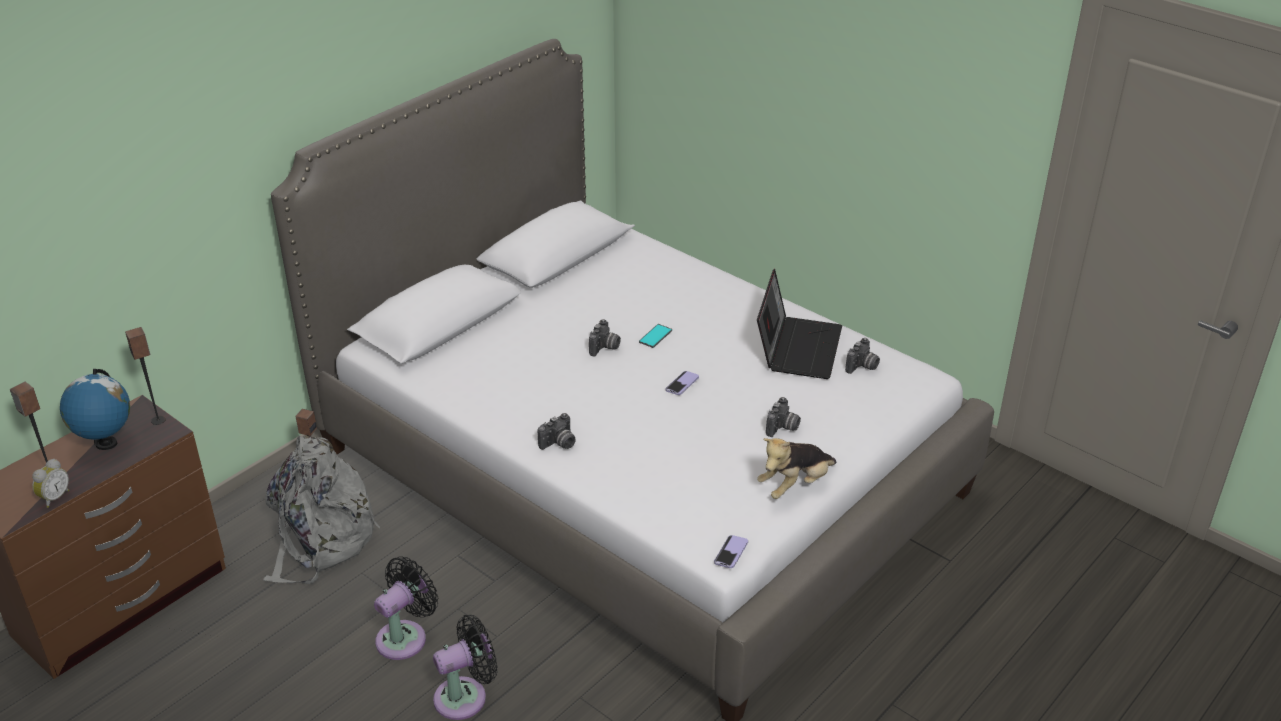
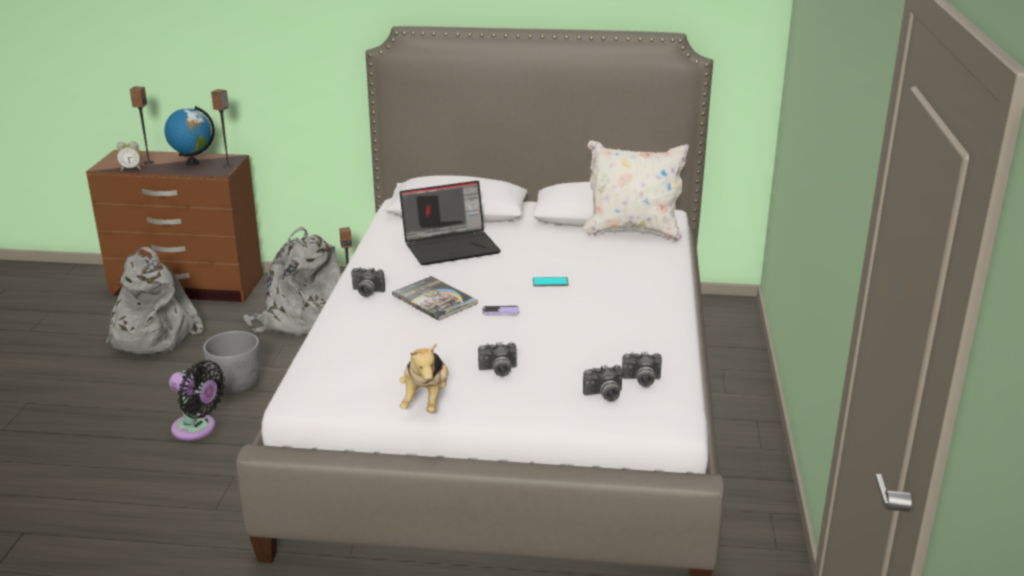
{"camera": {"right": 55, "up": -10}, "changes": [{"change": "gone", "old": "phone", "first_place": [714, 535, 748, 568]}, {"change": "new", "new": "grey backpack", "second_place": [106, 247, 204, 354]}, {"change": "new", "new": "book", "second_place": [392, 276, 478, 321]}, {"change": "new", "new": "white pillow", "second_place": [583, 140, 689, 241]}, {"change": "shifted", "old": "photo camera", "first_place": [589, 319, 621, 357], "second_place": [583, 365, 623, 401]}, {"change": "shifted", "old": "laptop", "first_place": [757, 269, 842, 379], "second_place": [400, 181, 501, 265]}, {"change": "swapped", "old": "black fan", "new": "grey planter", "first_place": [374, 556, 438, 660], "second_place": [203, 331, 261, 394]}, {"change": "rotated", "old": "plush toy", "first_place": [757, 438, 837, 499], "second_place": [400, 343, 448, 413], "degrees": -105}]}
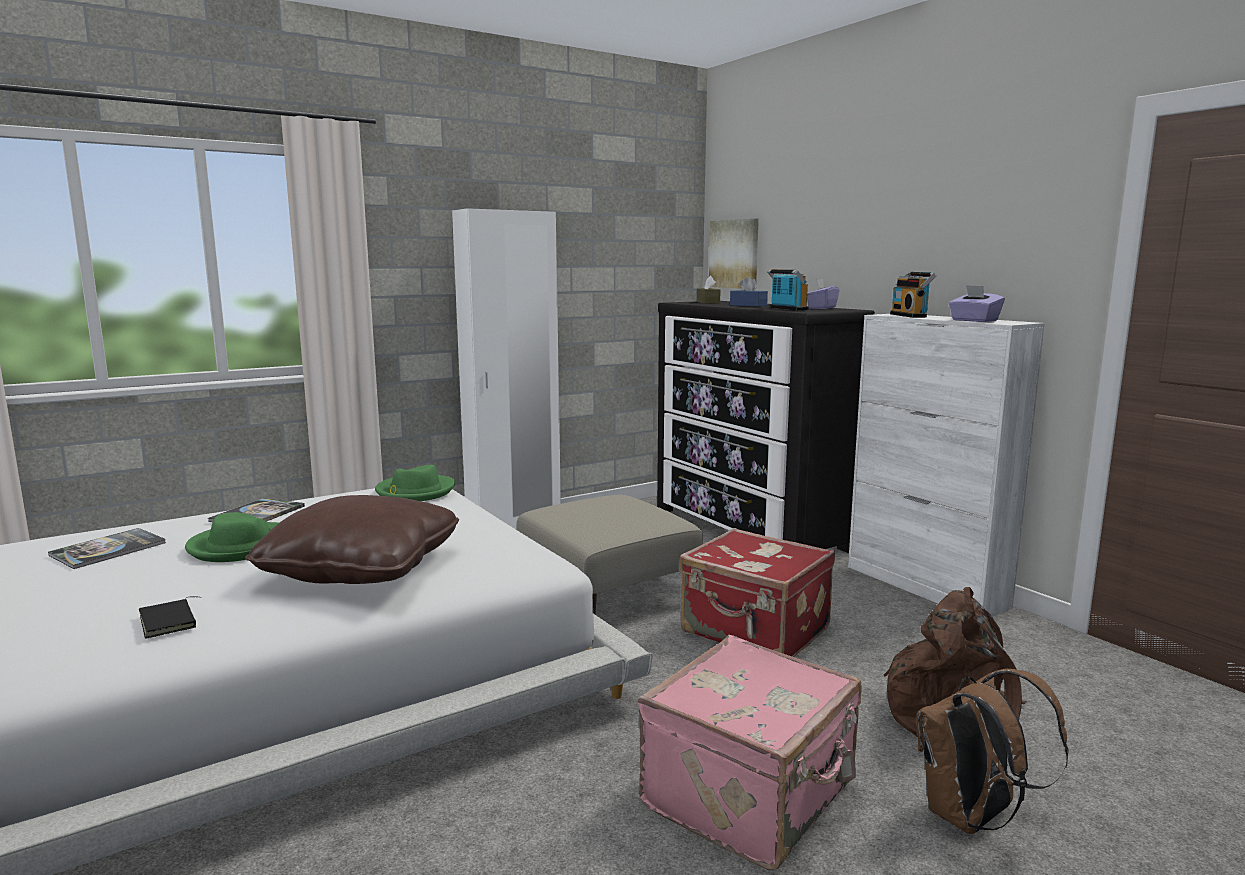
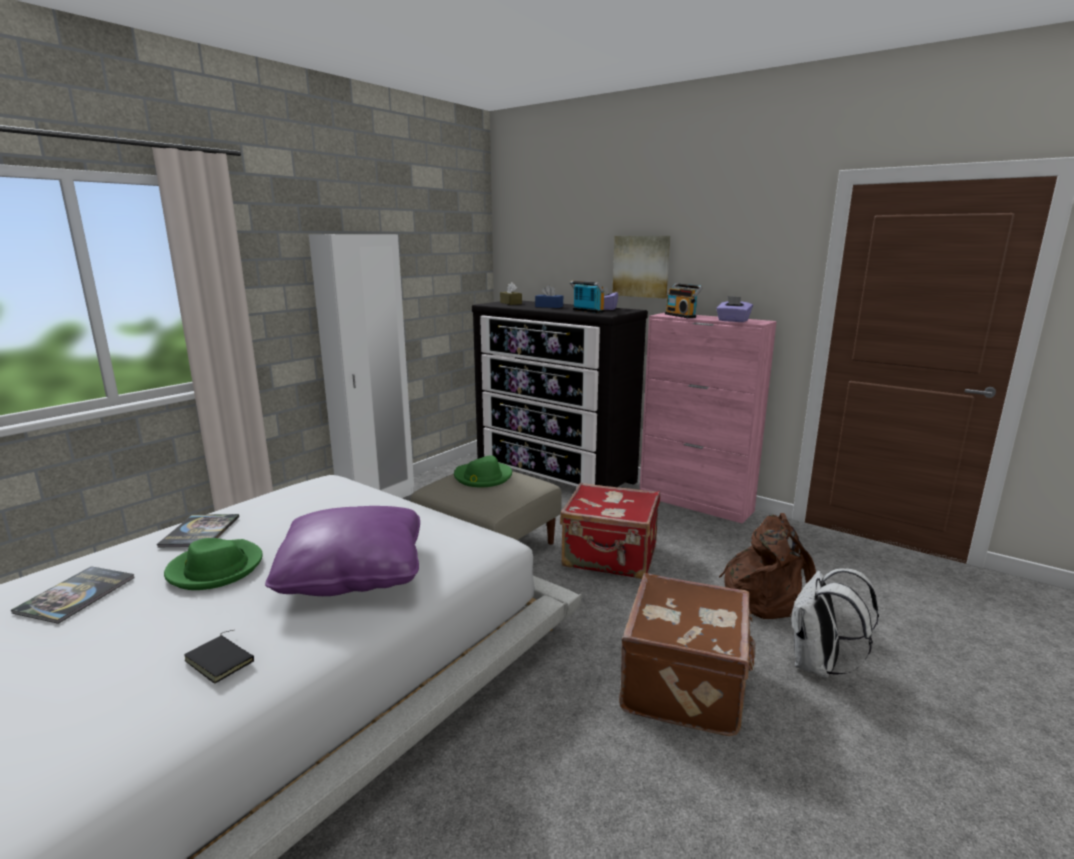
{"camera": {"right": -20, "up": 5}, "changes": [{"change": "shifted", "old": "green hat", "first_place": [375, 465, 455, 501], "second_place": [454, 456, 512, 487]}, {"change": "shifted", "old": "picture", "first_place": [709, 218, 759, 288], "second_place": [613, 236, 670, 298]}, {"change": "repainted", "old": "brown pillow", "new": "purple pillow", "first_place": [245, 495, 459, 584], "second_place": [265, 506, 420, 596]}, {"change": "repainted", "old": "pink suitcase", "new": "brown suitcase", "first_place": [638, 635, 862, 870], "second_place": [619, 573, 756, 736]}, {"change": "repainted", "old": "white cabinet", "new": "pink cabinet", "first_place": [848, 314, 1045, 617], "second_place": [640, 313, 777, 524]}, {"change": "repainted", "old": "brown backpack", "new": "white backpack", "first_place": [916, 669, 1069, 834], "second_place": [790, 568, 879, 678]}]}
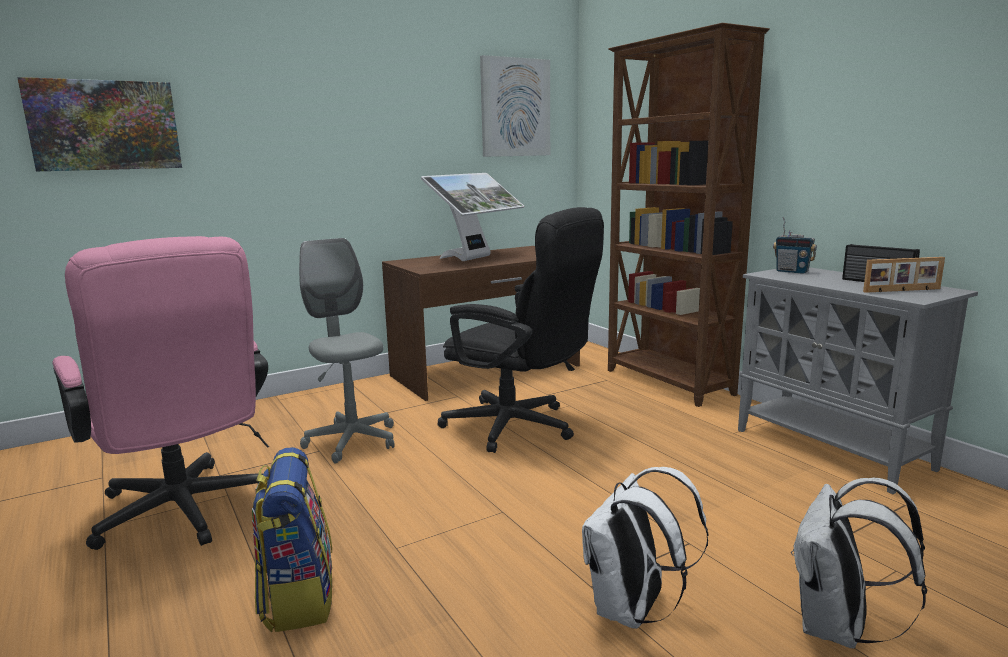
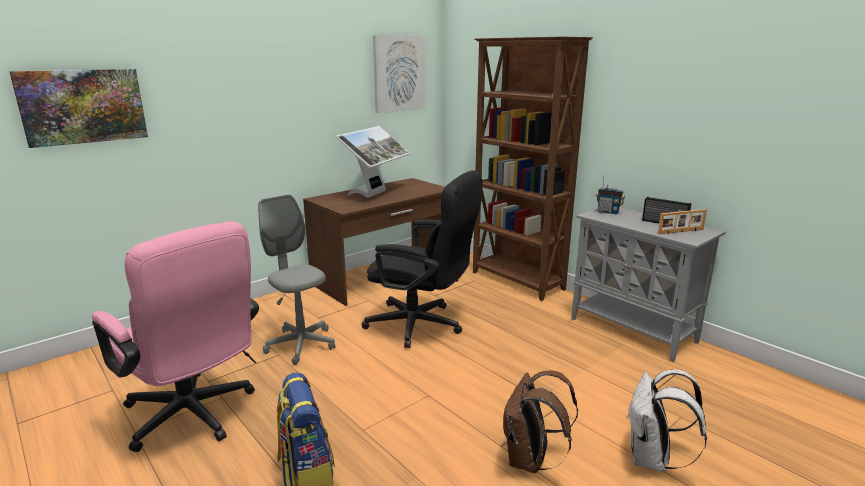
{"camera": {"right": -10, "up": 5}, "changes": [{"change": "repainted", "old": "white backpack", "new": "brown backpack", "first_place": [582, 467, 708, 629], "second_place": [503, 370, 578, 473]}]}
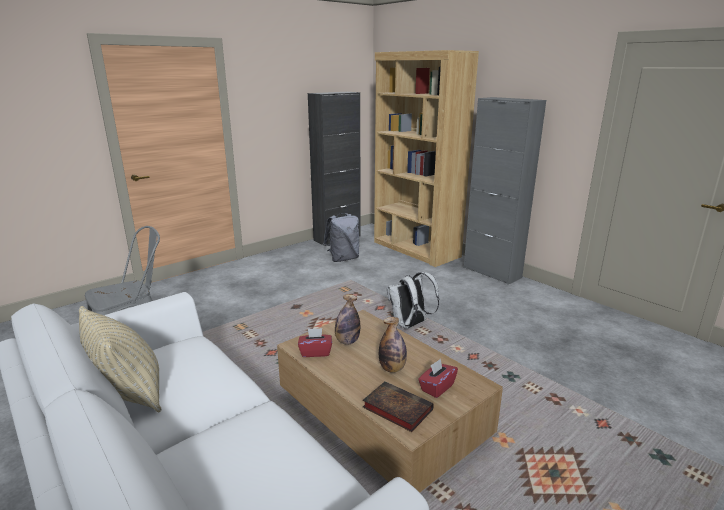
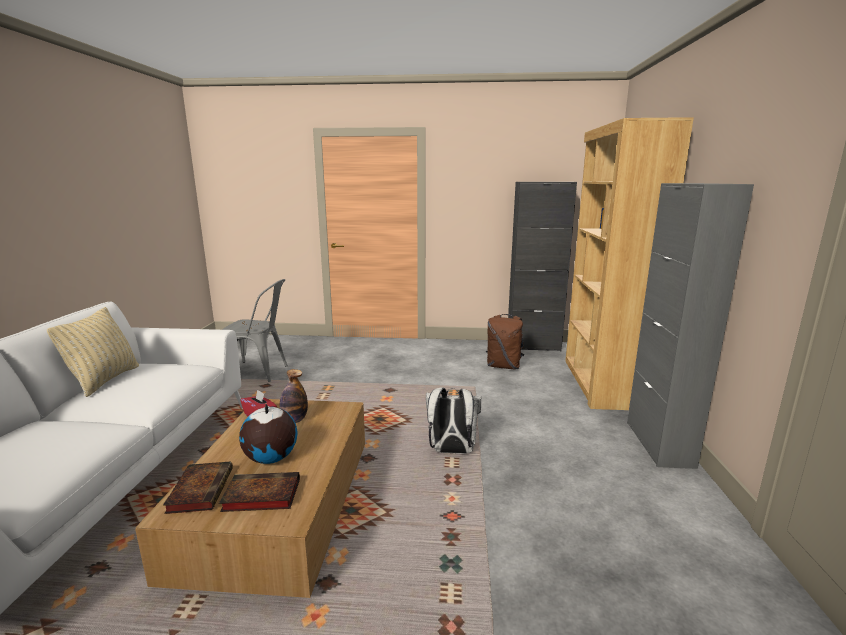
{"camera": {"right": 45, "up": -5}, "changes": [{"change": "swapped", "old": "bottle", "new": "globe", "first_place": [379, 317, 407, 373], "second_place": [239, 403, 298, 464]}, {"change": "swapped", "old": "red tissue box", "new": "book", "first_place": [418, 359, 458, 398], "second_place": [219, 472, 300, 512]}, {"change": "repainted", "old": "grey backpack", "new": "brown backpack", "first_place": [323, 213, 359, 262], "second_place": [486, 314, 525, 369]}]}
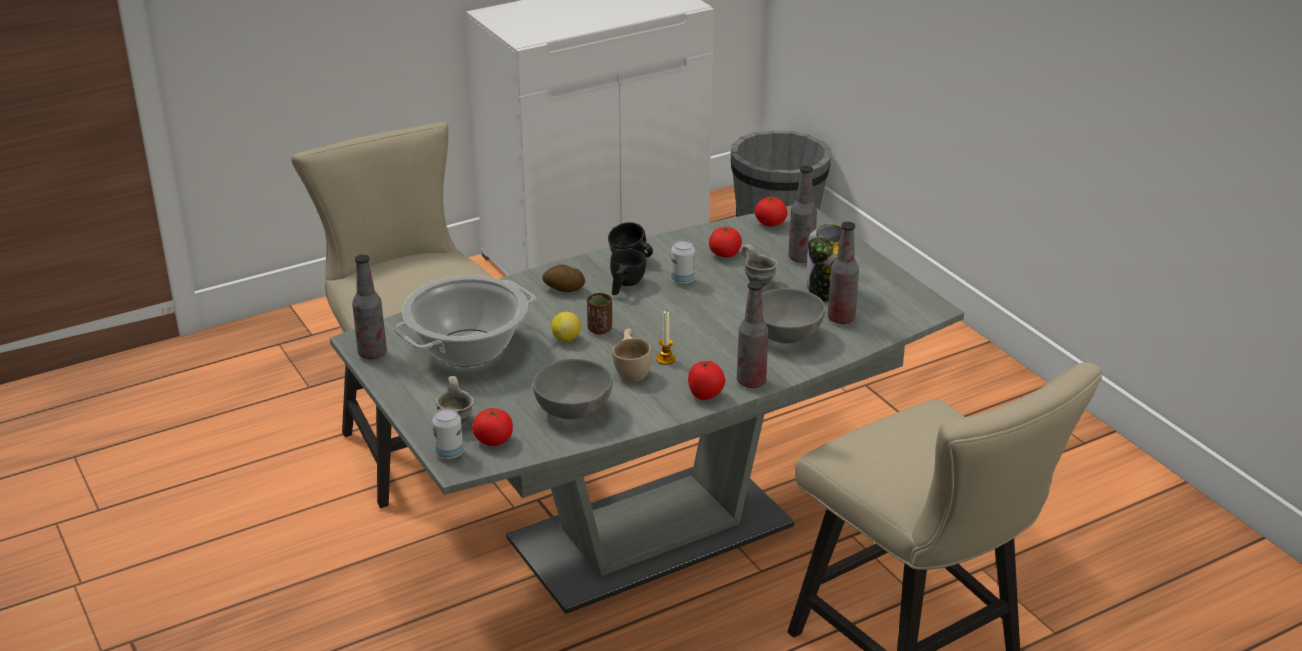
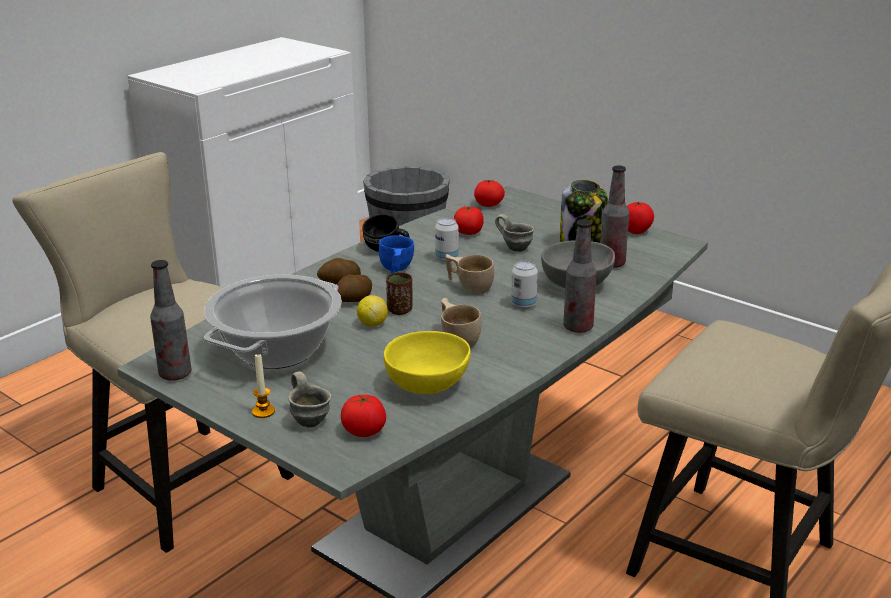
{"camera": {"right": -20, "up": -5}, "changes": [{"change": "gone", "old": "bottle", "first_place": [788, 165, 817, 263]}, {"change": "new", "new": "potato", "second_place": [337, 274, 372, 302]}, {"change": "new", "new": "beige cup", "second_place": [446, 254, 494, 295]}, {"change": "shifted", "old": "can", "first_place": [433, 408, 463, 460], "second_place": [511, 261, 538, 309]}, {"change": "shifted", "old": "candle", "first_place": [656, 311, 676, 365], "second_place": [252, 354, 275, 418]}, {"change": "shifted", "old": "tomato", "first_place": [688, 361, 725, 400], "second_place": [627, 202, 654, 234]}, {"change": "repainted", "old": "grey bowl", "new": "yellow bowl", "first_place": [533, 359, 612, 419], "second_place": [384, 331, 471, 394]}, {"change": "repainted", "old": "black cup", "new": "blue cup", "first_place": [610, 249, 646, 295], "second_place": [379, 235, 414, 274]}]}
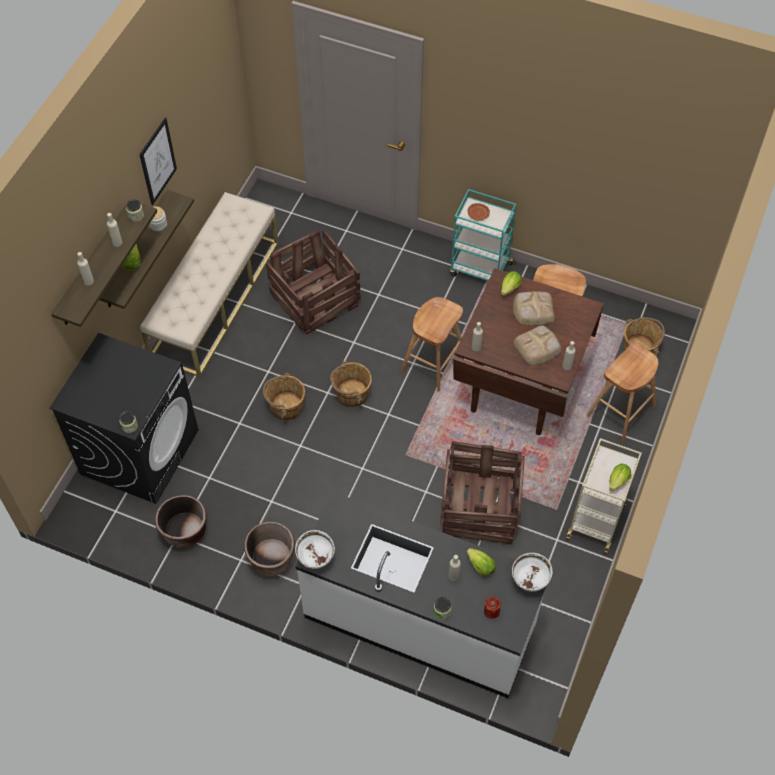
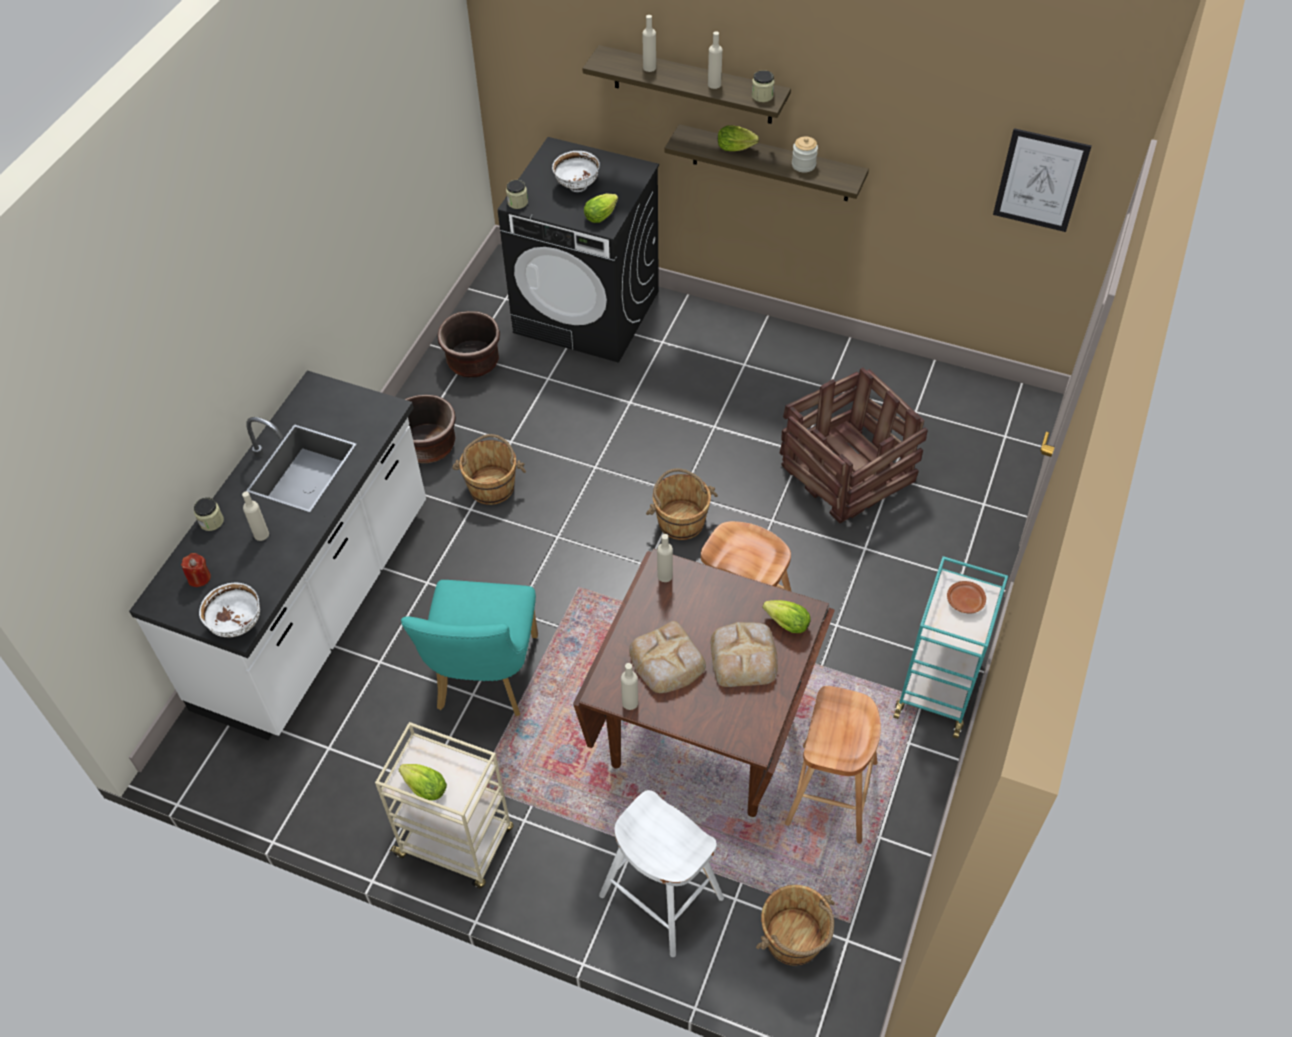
{"camera": {"right": 90, "up": -5}, "changes": [{"change": "gone", "old": "beige bench", "first_place": [140, 192, 279, 377]}, {"change": "shifted", "old": "picture", "first_place": [139, 118, 177, 205], "second_place": [993, 128, 1091, 232]}, {"change": "shifted", "old": "brown bucket", "first_place": [263, 373, 305, 420], "second_place": [452, 434, 526, 505]}, {"change": "shifted", "old": "white bowl", "first_place": [295, 530, 335, 569], "second_place": [552, 151, 600, 192]}, {"change": "shifted", "old": "lettuce", "first_place": [467, 548, 495, 576], "second_place": [584, 194, 618, 223]}, {"change": "swapped", "old": "crate", "new": "turquoise chair", "first_place": [440, 441, 525, 544], "second_place": [401, 580, 538, 716]}, {"change": "repainted", "old": "brown stool", "new": "white stool", "first_place": [587, 342, 658, 442], "second_place": [599, 790, 724, 957]}]}
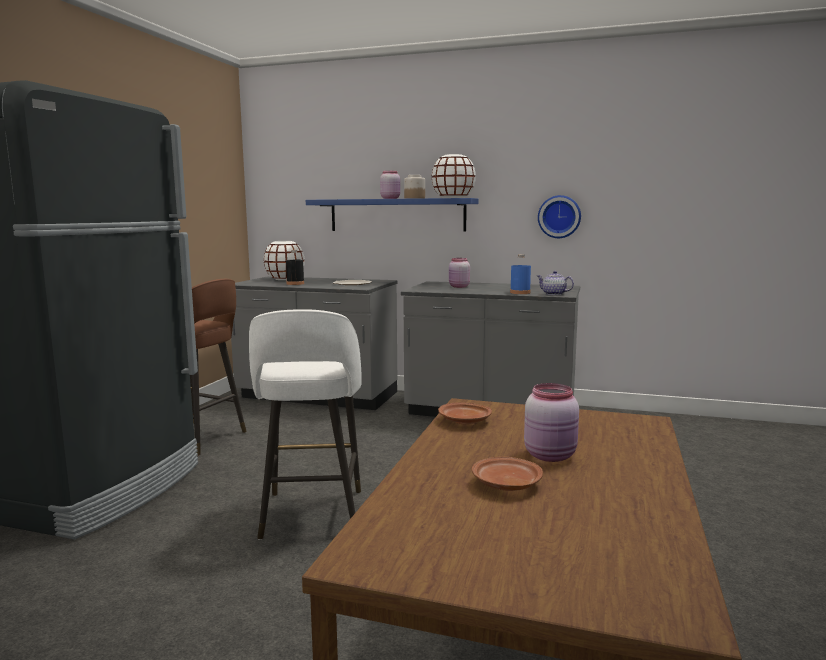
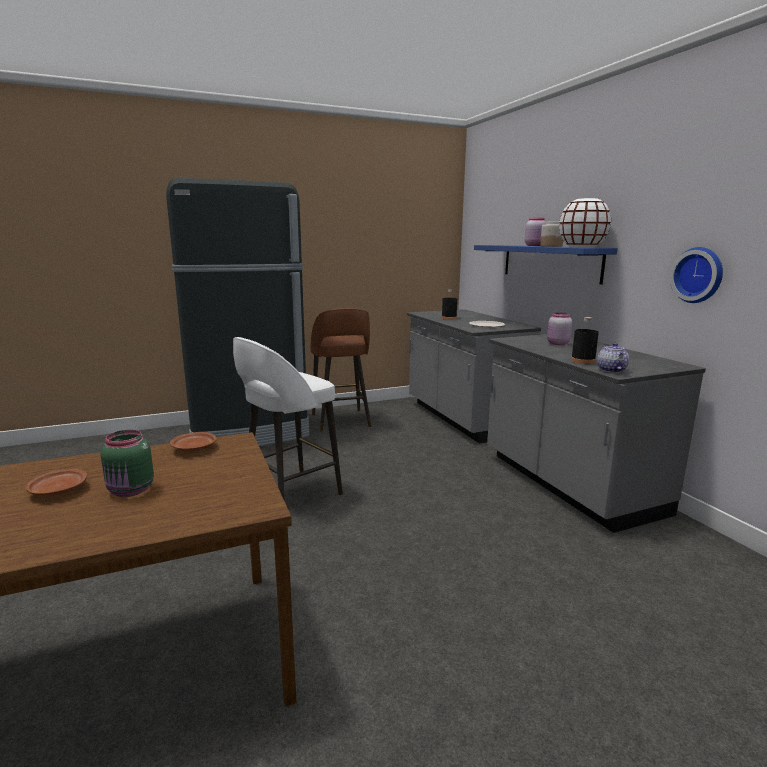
{"camera": {"right": 50, "up": 5}, "changes": [{"change": "gone", "old": "white vase", "first_place": [264, 241, 305, 280]}, {"change": "repainted", "old": "blue bottle", "new": "black bottle", "first_place": [510, 254, 531, 294], "second_place": [571, 317, 599, 364]}, {"change": "repainted", "old": "pink jar", "new": "green jar", "first_place": [524, 383, 579, 462], "second_place": [100, 430, 154, 497]}]}
